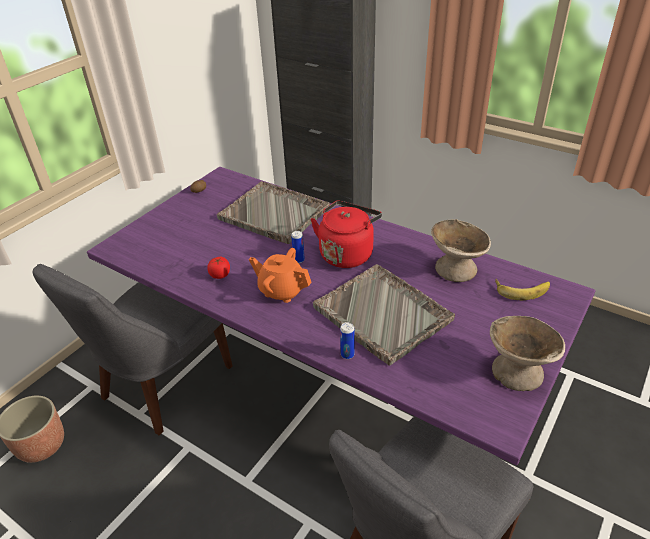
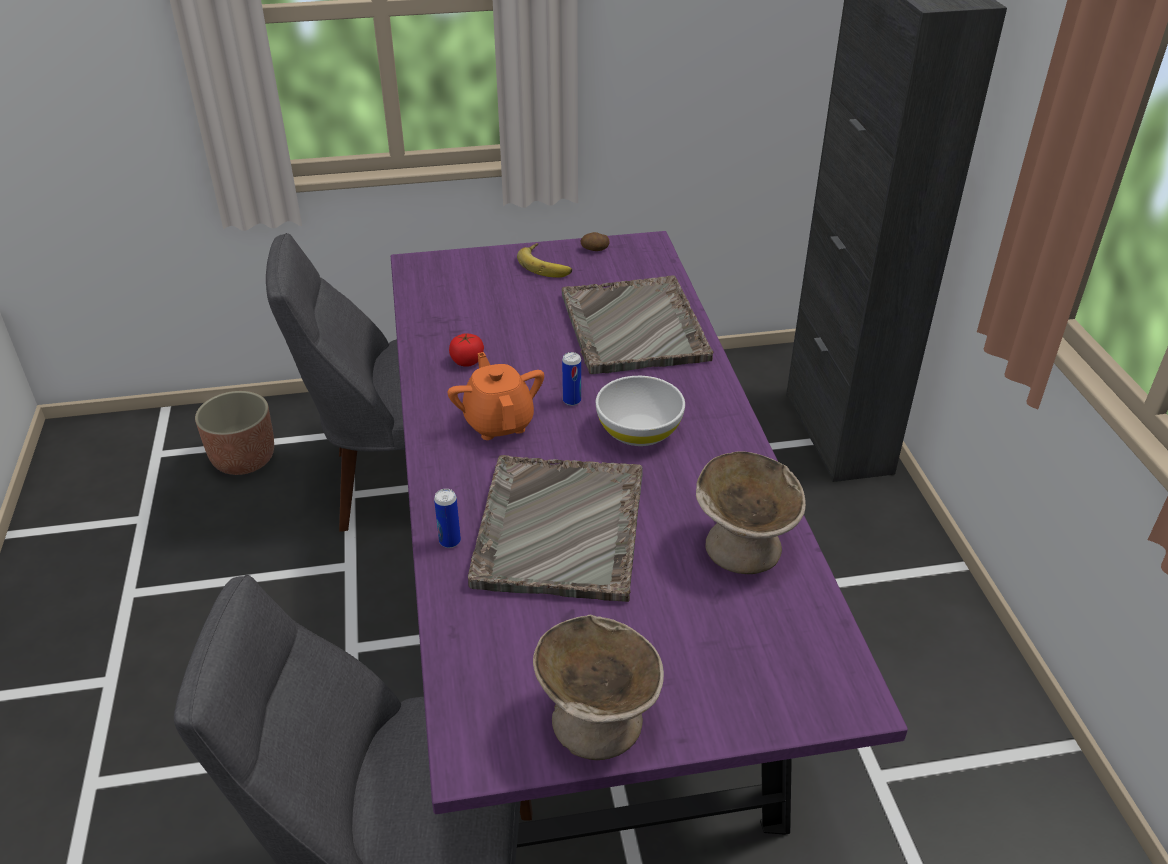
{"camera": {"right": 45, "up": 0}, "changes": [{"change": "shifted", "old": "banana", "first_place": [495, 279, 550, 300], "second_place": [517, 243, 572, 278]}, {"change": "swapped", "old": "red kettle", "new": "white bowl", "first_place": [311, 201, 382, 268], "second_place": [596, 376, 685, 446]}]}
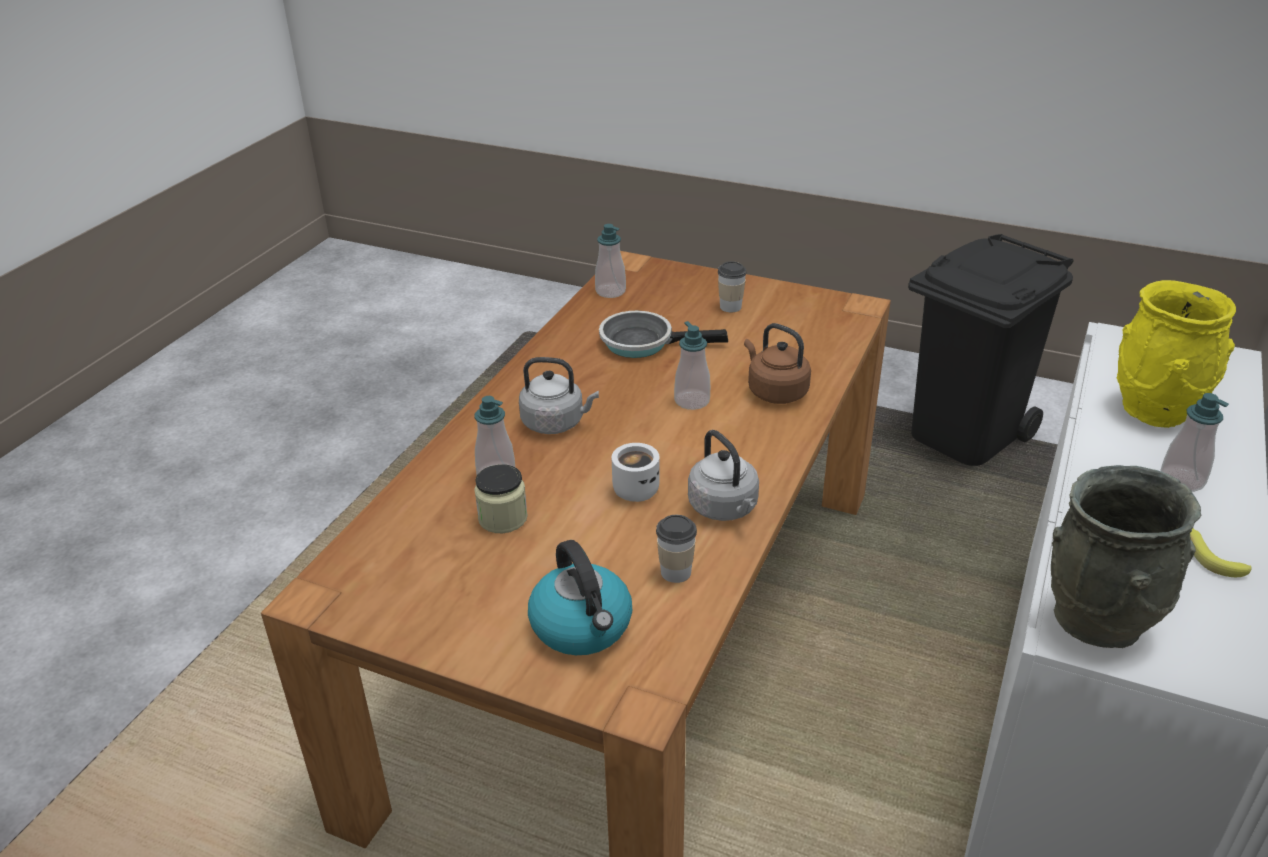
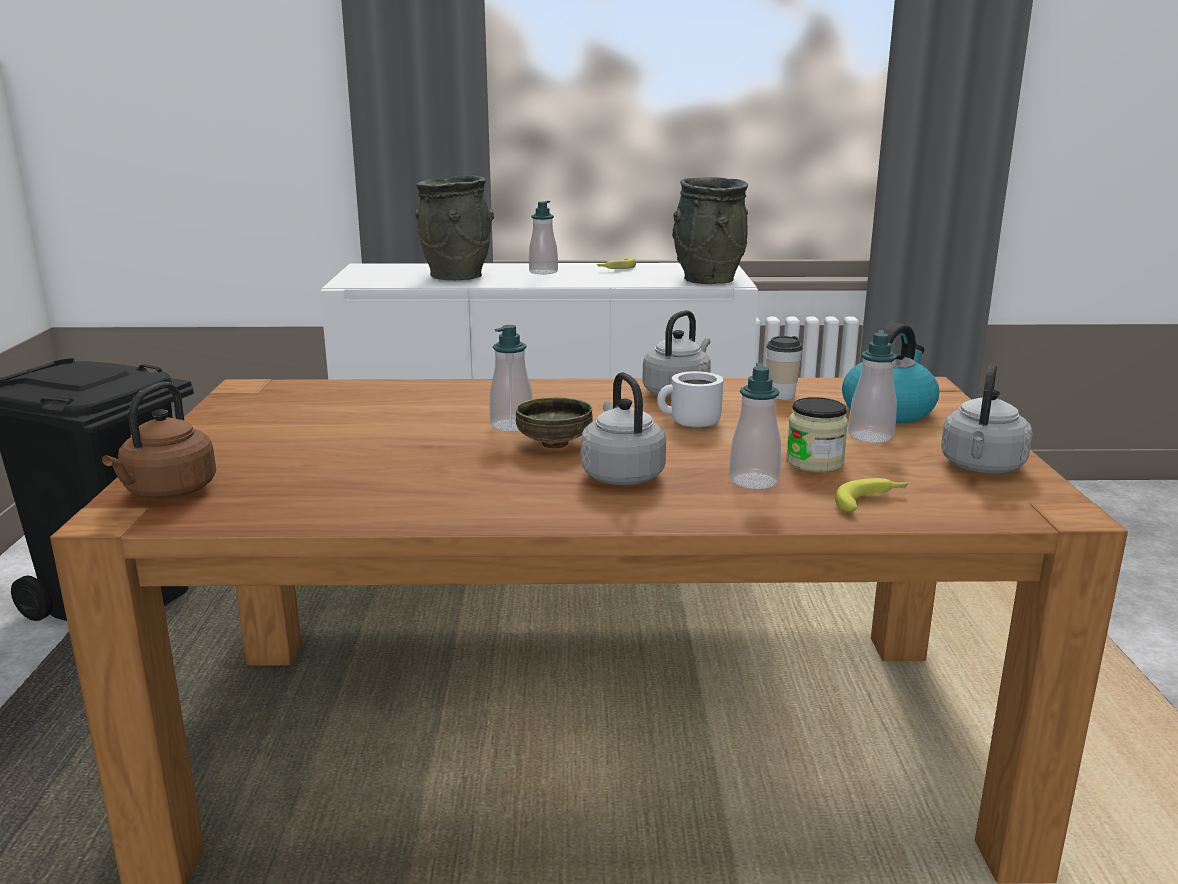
{"camera": {"right": -115, "up": -15}, "changes": [{"change": "gone", "old": "frying pan", "first_place": [599, 311, 728, 358]}, {"change": "gone", "old": "cup", "first_place": [718, 261, 747, 312]}, {"change": "new", "new": "bowl", "second_place": [516, 397, 593, 449]}, {"change": "new", "new": "banana", "second_place": [835, 478, 908, 512]}, {"change": "new", "new": "grey kettle", "second_place": [941, 364, 1033, 473]}, {"change": "shifted", "old": "soap dispenser", "first_place": [595, 224, 626, 298], "second_place": [848, 330, 897, 443]}, {"change": "shifted", "old": "brown kettle", "first_place": [744, 323, 811, 404], "second_place": [102, 382, 216, 499]}, {"change": "repainted", "old": "yellow vase", "new": "grey vase", "first_place": [1117, 280, 1236, 428], "second_place": [415, 175, 494, 280]}]}
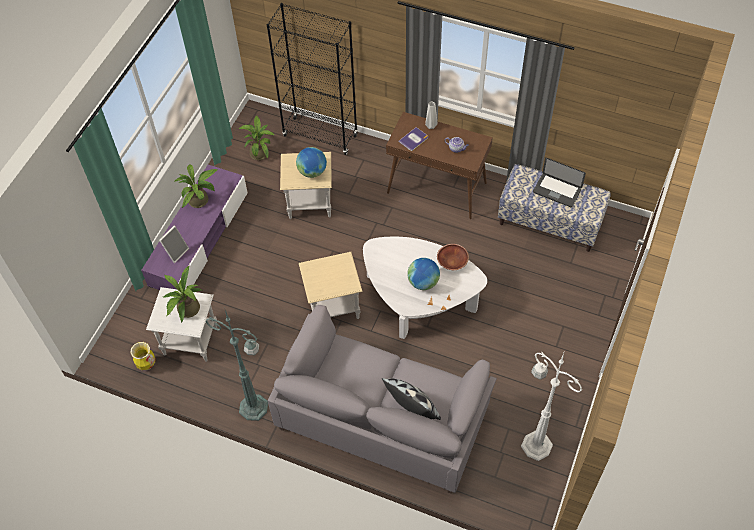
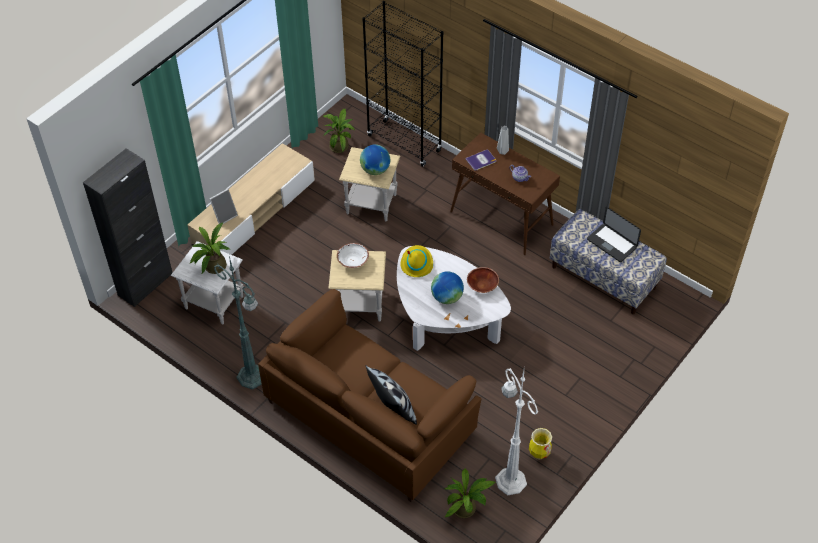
{"camera": {"right": 15, "up": -5}, "changes": [{"change": "new", "new": "black cabinet", "second_place": [83, 148, 173, 307]}, {"change": "new", "new": "white bowl", "second_place": [337, 243, 369, 268]}, {"change": "new", "new": "yellow hat", "second_place": [401, 245, 433, 277]}, {"change": "shifted", "old": "vase", "first_place": [130, 342, 156, 370], "second_place": [529, 428, 552, 460]}, {"change": "shifted", "old": "potted plant", "first_place": [175, 165, 218, 208], "second_place": [445, 468, 496, 518]}, {"change": "repainted", "old": "purple tv stand", "new": "beige tv stand", "first_place": [141, 165, 248, 290], "second_place": [187, 143, 315, 255]}, {"change": "repainted", "old": "grey sofa", "new": "brown sofa", "first_place": [268, 305, 497, 494], "second_place": [258, 289, 482, 502]}]}
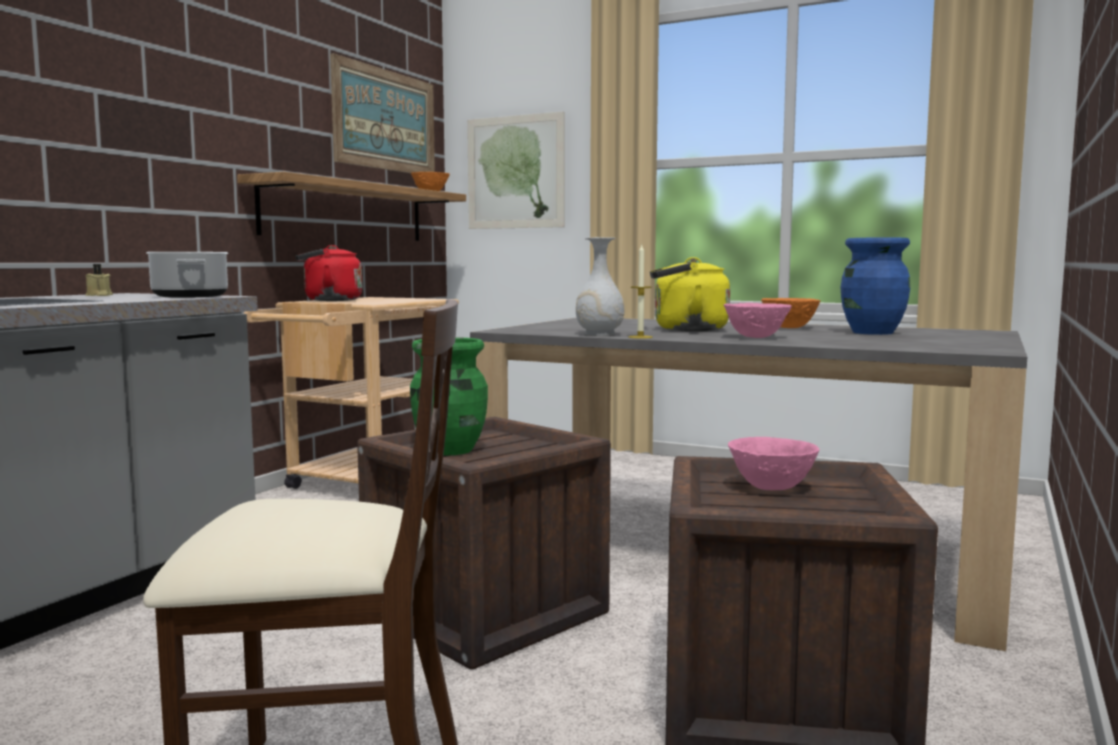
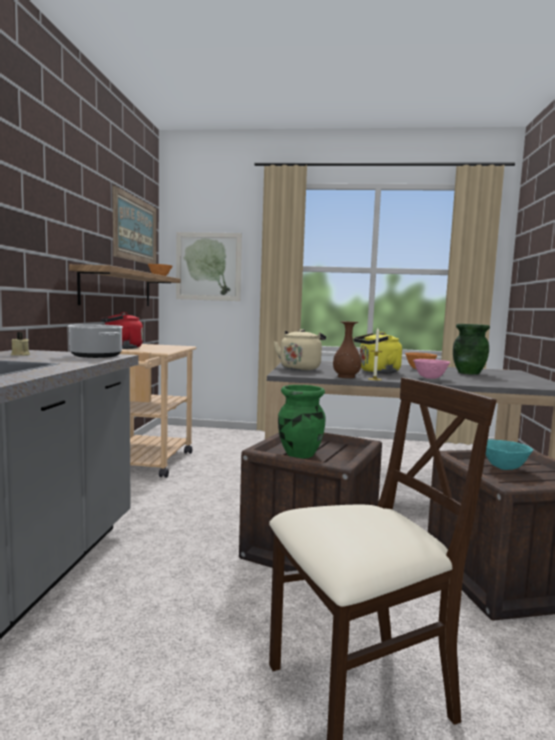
{"camera": {"right": -20, "up": 0}, "changes": [{"change": "new", "new": "beige kettle", "second_place": [274, 329, 326, 370]}, {"change": "repainted", "old": "white vase", "new": "brown vase", "first_place": [576, 237, 624, 336], "second_place": [333, 321, 361, 378]}, {"change": "repainted", "old": "pink bowl", "new": "turquoise bowl", "first_place": [728, 437, 820, 490], "second_place": [486, 440, 533, 470]}, {"change": "repainted", "old": "blue vase", "new": "green vase", "first_place": [841, 237, 911, 335], "second_place": [453, 324, 490, 375]}]}
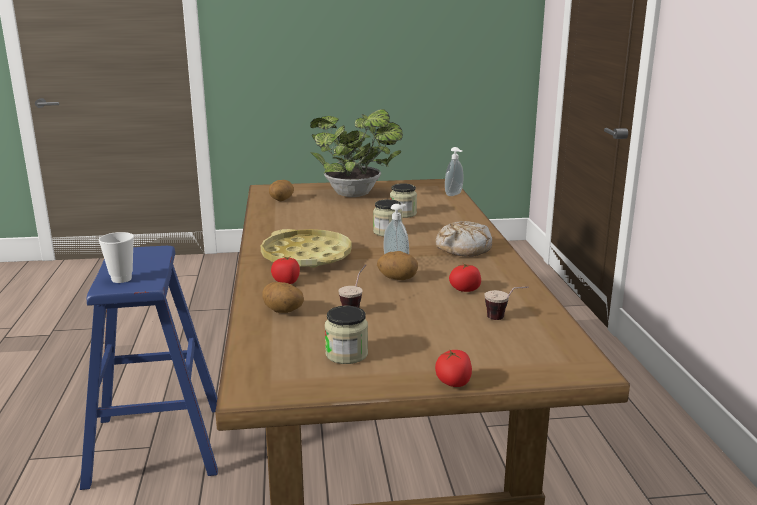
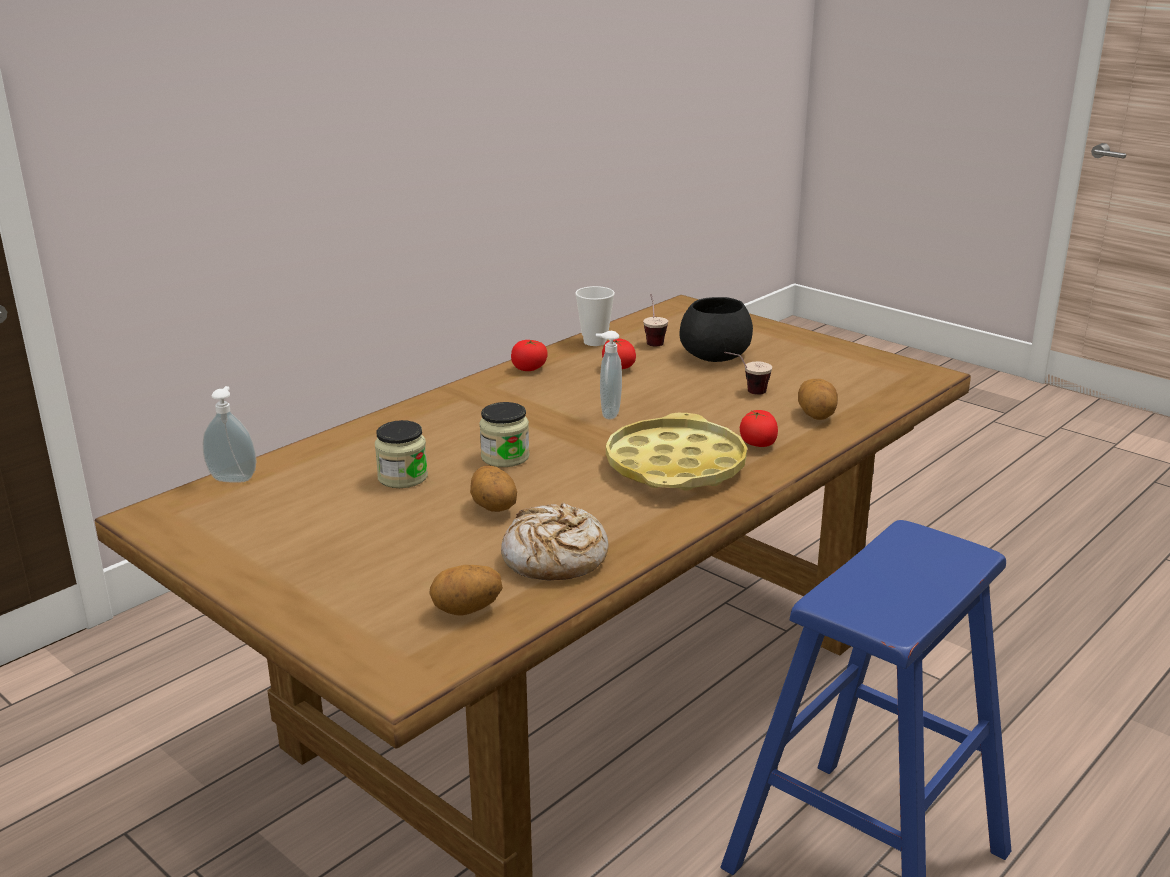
{"camera": {"right": -130, "up": 5}, "changes": [{"change": "gone", "old": "potted plant", "first_place": [310, 109, 403, 197]}, {"change": "gone", "old": "jar", "first_place": [325, 306, 368, 364]}, {"change": "new", "new": "black bowl", "second_place": [679, 297, 753, 362]}, {"change": "shifted", "old": "cup", "first_place": [99, 232, 134, 283], "second_place": [575, 286, 615, 346]}, {"change": "shifted", "old": "potato", "first_place": [377, 251, 418, 280], "second_place": [470, 466, 517, 512]}, {"change": "shifted", "old": "tomato", "first_place": [435, 349, 472, 387], "second_place": [511, 340, 548, 371]}, {"change": "shifted", "old": "bread", "first_place": [436, 221, 492, 257], "second_place": [501, 502, 609, 581]}]}
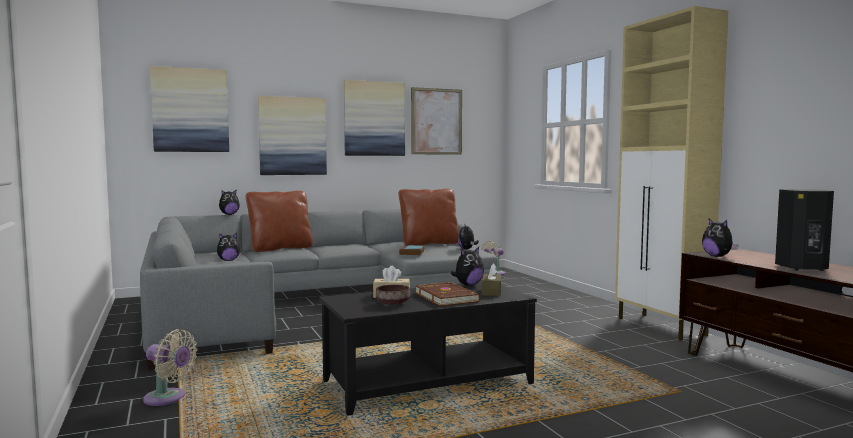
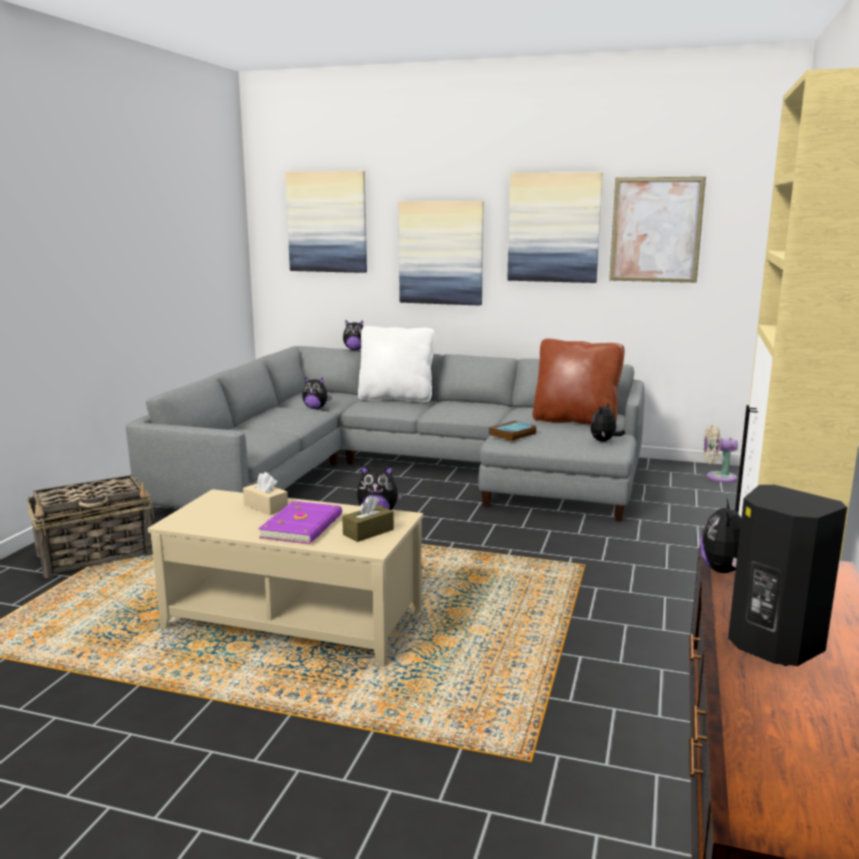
{"camera": {"right": 40, "up": 10}, "changes": [{"change": "gone", "old": "brown bowl", "first_place": [376, 285, 410, 305]}, {"change": "swapped", "old": "beige fan", "new": "basket", "first_place": [143, 329, 197, 406], "second_place": [27, 475, 154, 578]}, {"change": "repainted", "old": "brown pillow", "new": "white pillow", "first_place": [246, 191, 313, 252], "second_place": [358, 326, 435, 402]}, {"change": "repainted", "old": "black coffee table", "new": "beige coffee table", "first_place": [319, 282, 537, 416], "second_place": [148, 489, 423, 667]}, {"change": "repainted", "old": "brown book", "new": "purple book", "first_place": [415, 282, 480, 306], "second_place": [258, 501, 342, 544]}]}
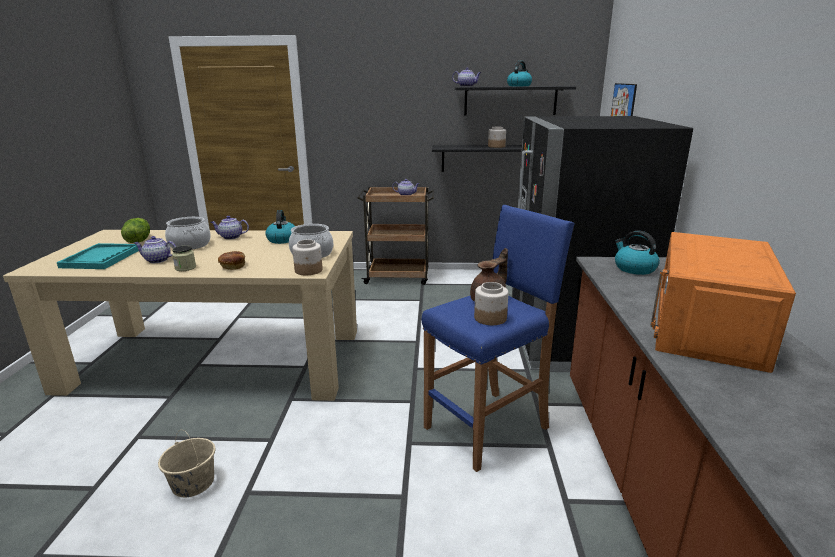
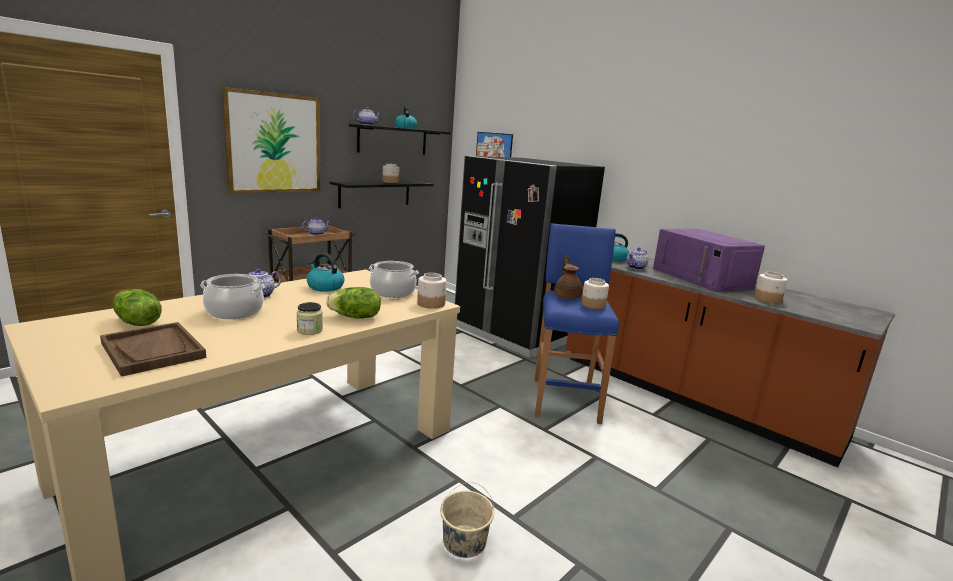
{"camera": {"right": -50, "up": -5}, "changes": [{"change": "new", "new": "picture", "second_place": [222, 87, 320, 193]}, {"change": "new", "new": "jar", "second_place": [754, 271, 788, 304]}, {"change": "shifted", "old": "teapot", "first_place": [134, 236, 176, 263], "second_place": [626, 248, 649, 270]}, {"change": "swapped", "old": "bread", "new": "lettuce", "first_place": [218, 251, 245, 270], "second_place": [326, 287, 381, 319]}, {"change": "repainted", "old": "turquoise tray", "new": "brown tray", "first_place": [57, 243, 139, 269], "second_place": [100, 322, 206, 377]}, {"change": "repainted", "old": "orange microwave", "new": "purple microwave", "first_place": [650, 232, 796, 373], "second_place": [653, 229, 765, 292]}]}
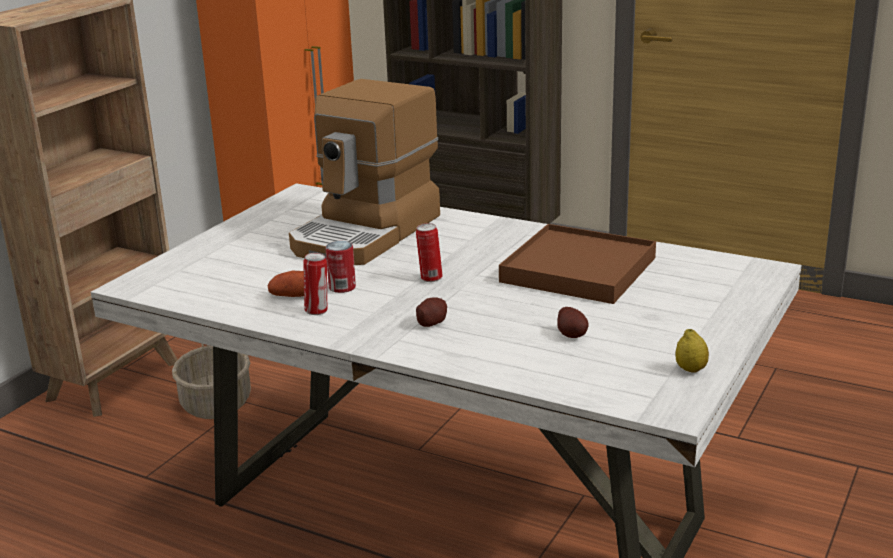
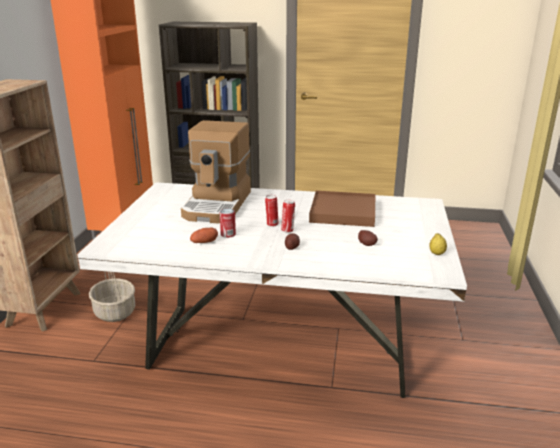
{"camera": {"right": -20, "up": 0}, "changes": [{"change": "shifted", "old": "can", "first_place": [303, 253, 327, 315], "second_place": [281, 200, 295, 233]}]}
